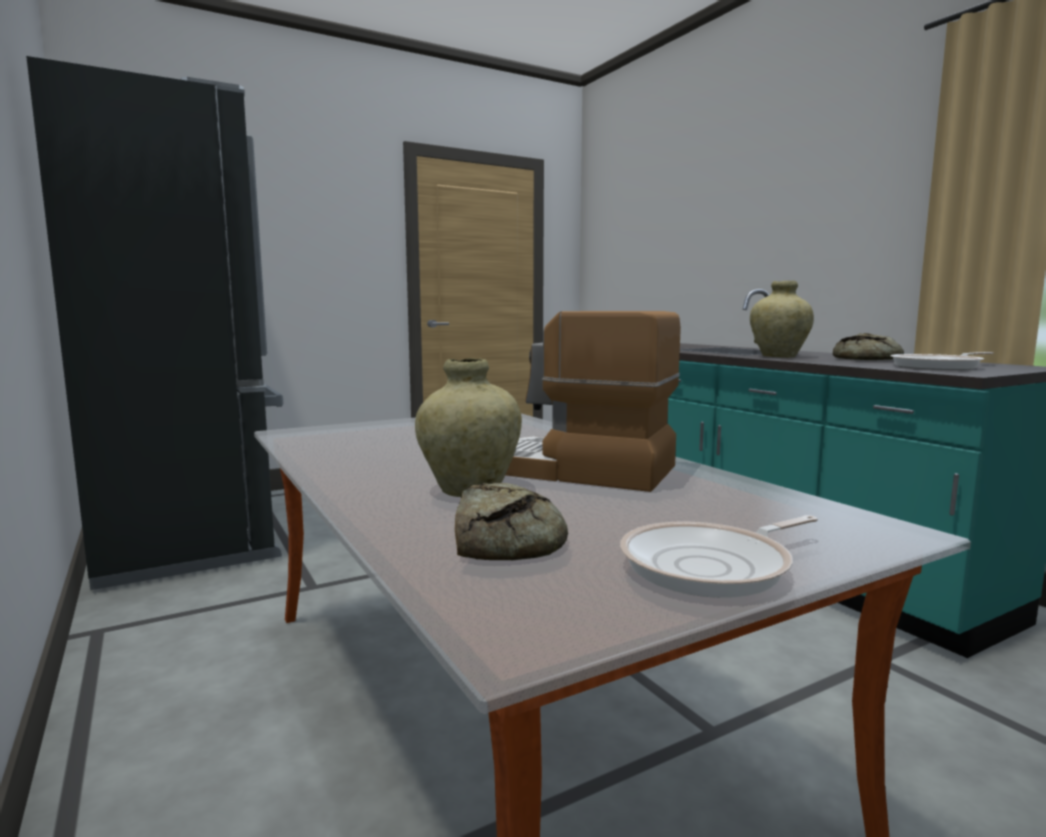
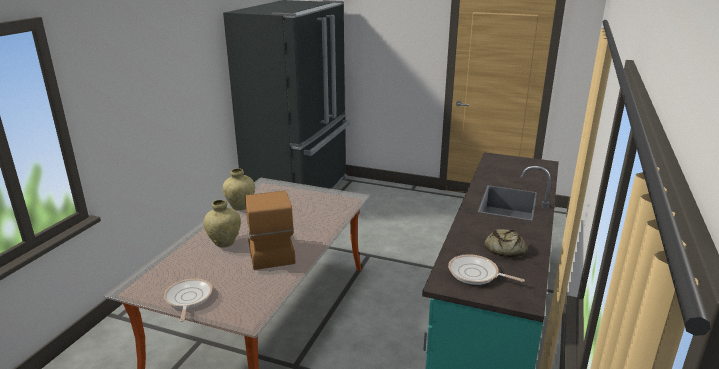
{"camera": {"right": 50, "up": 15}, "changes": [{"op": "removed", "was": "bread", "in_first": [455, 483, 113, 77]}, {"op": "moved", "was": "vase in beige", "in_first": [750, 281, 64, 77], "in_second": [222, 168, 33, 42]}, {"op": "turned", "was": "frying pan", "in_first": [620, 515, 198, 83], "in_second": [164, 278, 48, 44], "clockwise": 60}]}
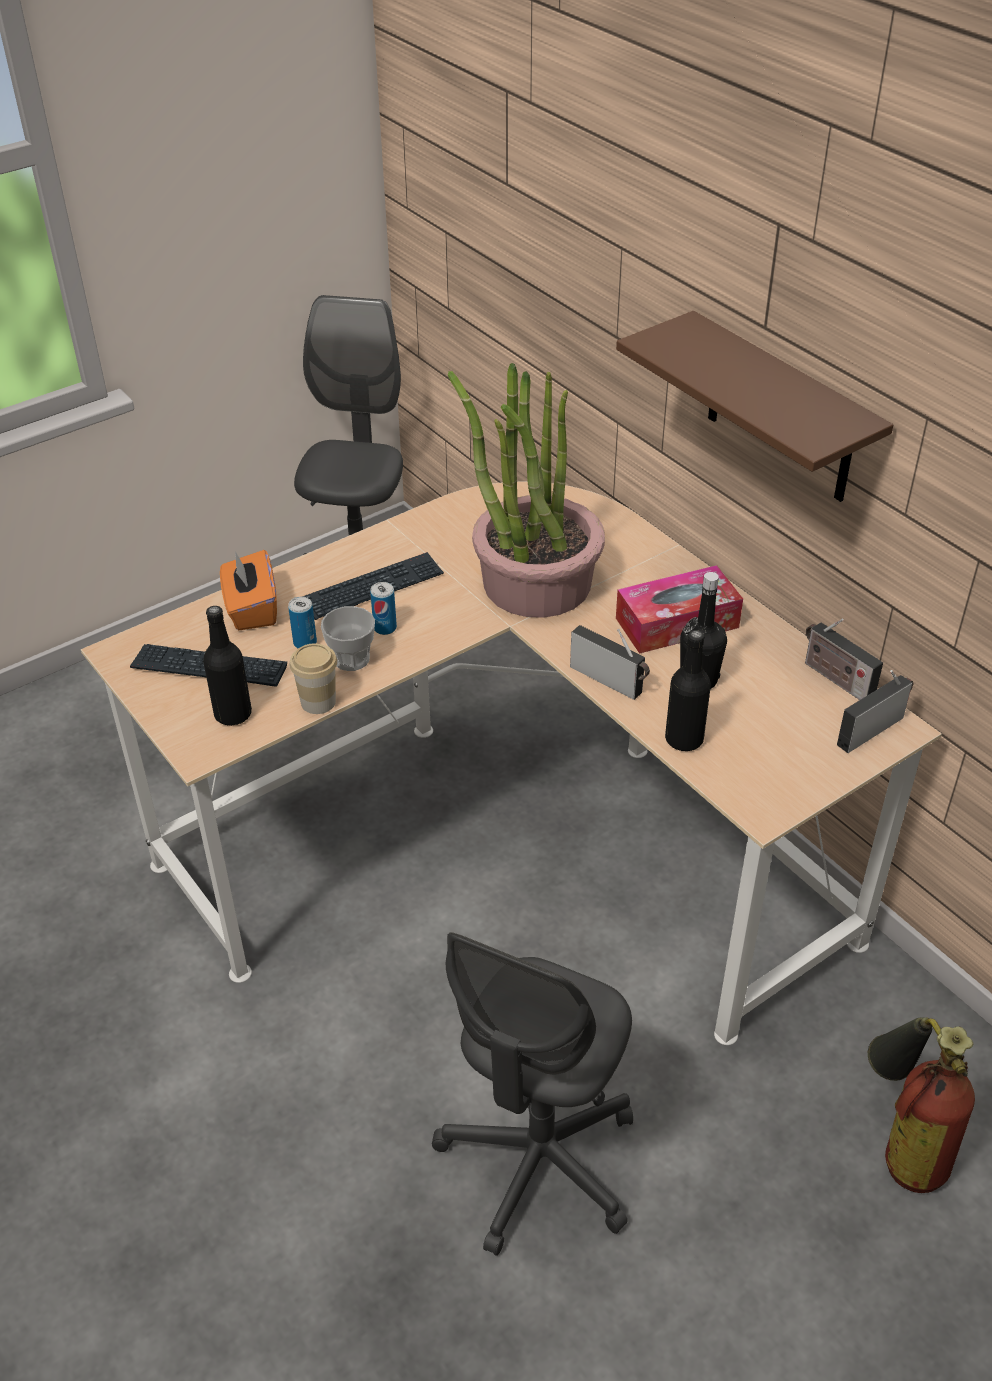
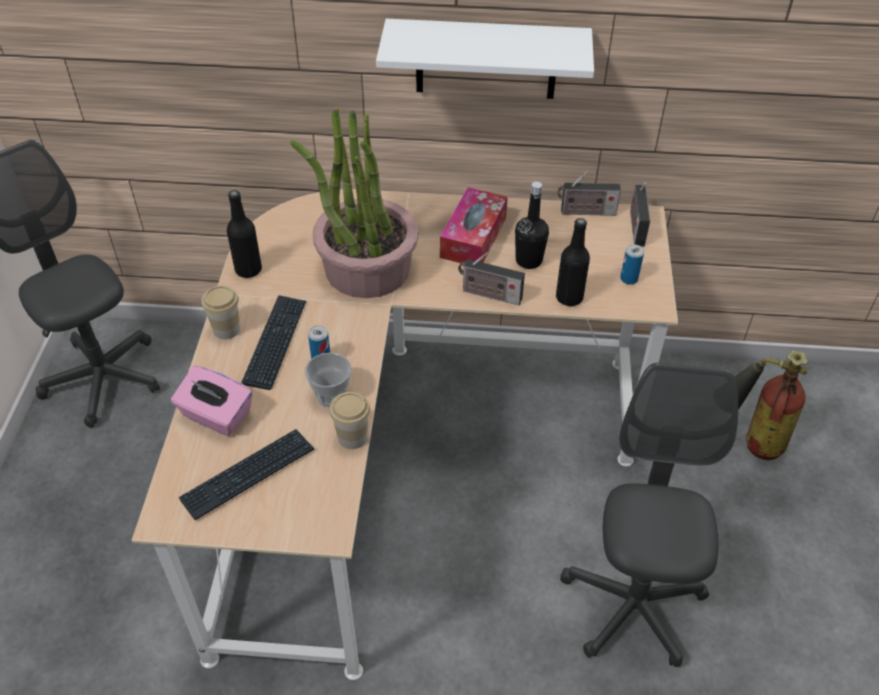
{"camera": {"right": -50, "up": 5}, "changes": [{"op": "added", "now": "cup", "in_second": [202, 286, 38, 53]}, {"op": "moved", "was": "bottle in black", "in_first": [203, 606, 49, 119], "in_second": [227, 190, 35, 88]}, {"op": "moved", "was": "can", "in_first": [288, 596, 29, 52], "in_second": [620, 244, 24, 41]}, {"op": "recoloured", "was": "tissue box in orange", "now": "tissue box in pink", "in_first": [220, 550, 57, 80], "in_second": [171, 366, 81, 70]}, {"op": "recoloured", "was": "shelf in brown", "now": "shelf in white", "in_first": [616, 311, 277, 191], "in_second": [376, 19, 218, 80]}, {"op": "turned", "was": "office chair in grey", "in_first": [432, 932, 201, 324], "in_second": [560, 363, 178, 304], "clockwise": -150}, {"op": "turned", "was": "radio", "in_first": [570, 625, 80, 75], "in_second": [458, 252, 67, 53], "clockwise": -150}]}
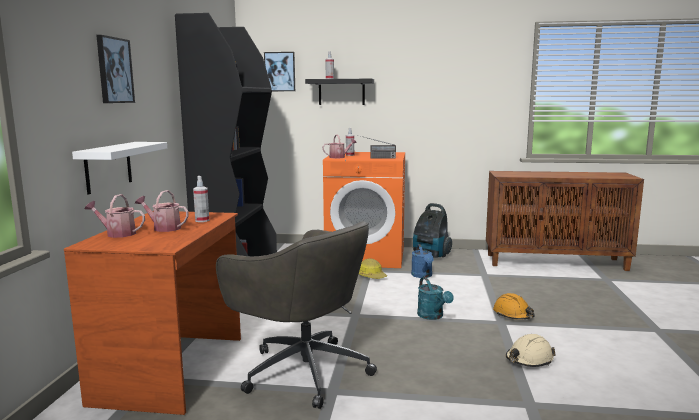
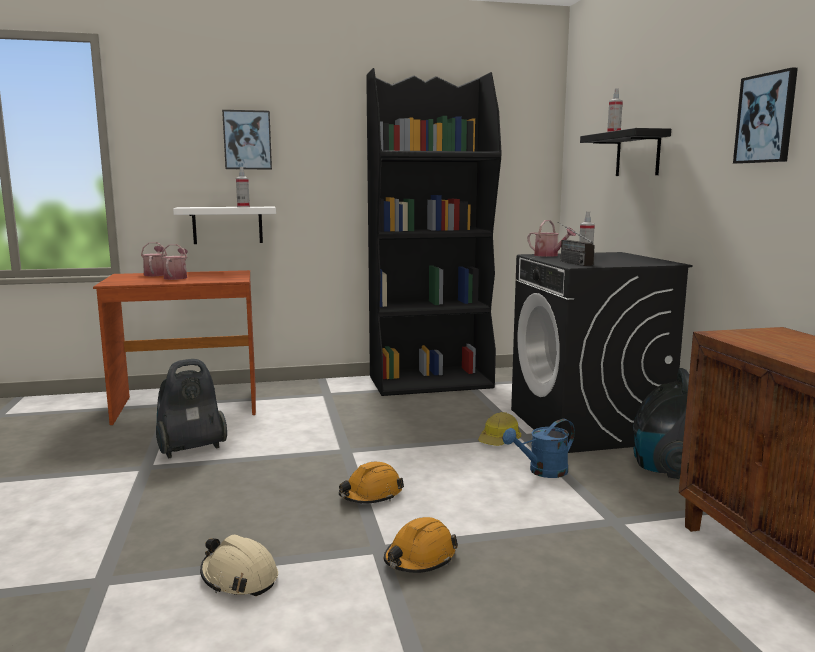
{"camera": {"right": 70, "up": 0}, "changes": [{"op": "moved", "was": "spray bottle", "in_first": [193, 176, 16, 46], "in_second": [236, 167, 14, 40]}, {"op": "moved", "was": "picture", "in_first": [264, 52, 31, 39], "in_second": [733, 67, 65, 97]}, {"op": "replaced", "was": "office chair in grey", "now": "vacuum cleaner", "in_first": [216, 221, 161, 188], "in_second": [156, 359, 71, 99]}, {"op": "replaced", "was": "watering can in turquoise", "now": "hard hat in orange", "in_first": [417, 277, 37, 43], "in_second": [339, 462, 65, 41]}, {"op": "recoloured", "was": "washing machine in orange", "now": "washing machine in black", "in_first": [323, 152, 82, 116], "in_second": [511, 252, 181, 201]}]}
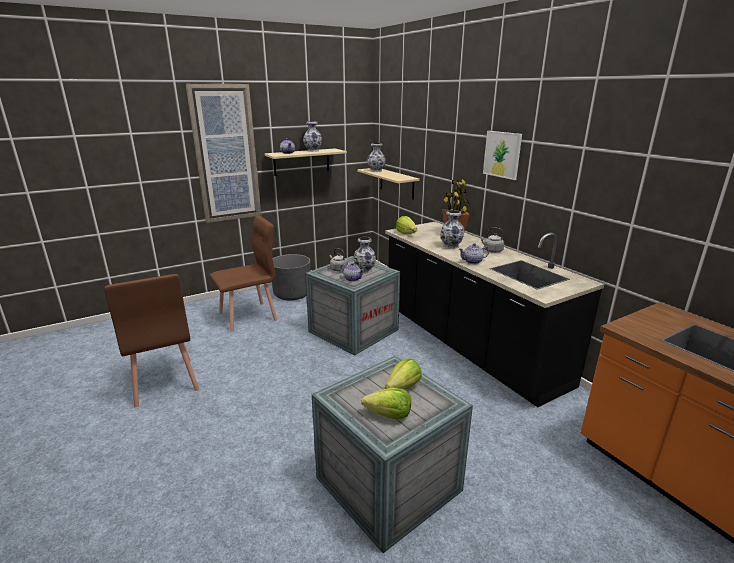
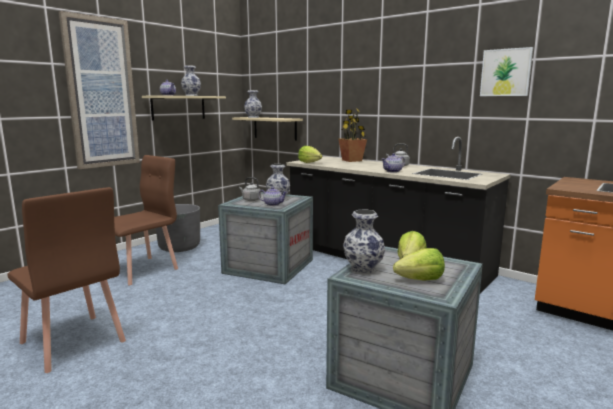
{"camera": {"right": -20, "up": -10}, "changes": [{"op": "moved", "was": "vase", "in_first": [440, 210, 24, 39], "in_second": [343, 210, 42, 65]}, {"op": "moved", "was": "picture", "in_first": [483, 131, 39, 49], "in_second": [480, 47, 53, 49]}]}
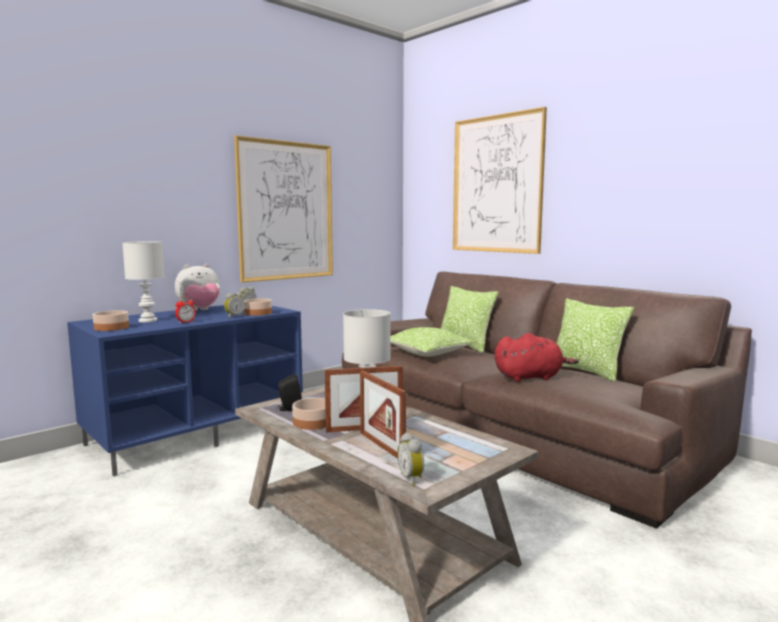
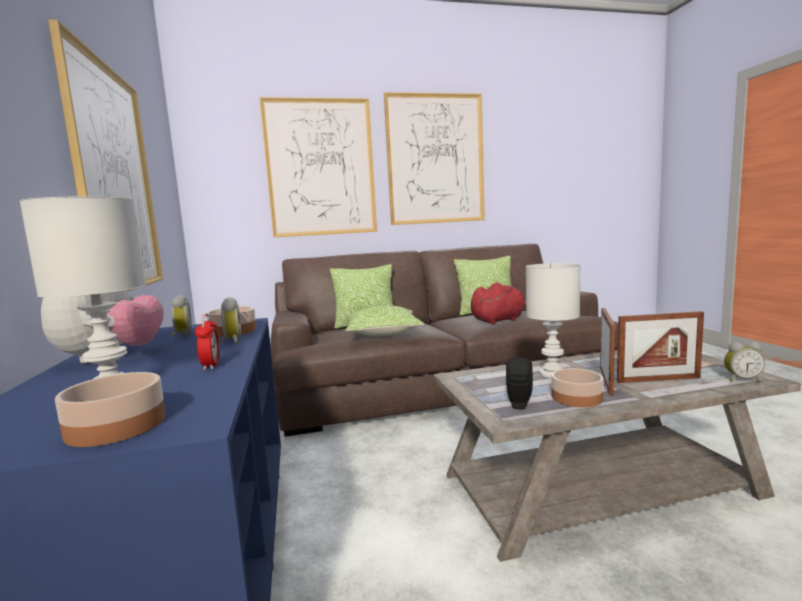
{"camera": {"right": -60, "up": 0}, "changes": [{"op": "added", "now": "picture", "in_second": [384, 92, 101, 133]}, {"op": "turned", "was": "plush toy in red", "in_first": [495, 333, 84, 49], "in_second": [471, 283, 55, 41], "clockwise": 45}]}
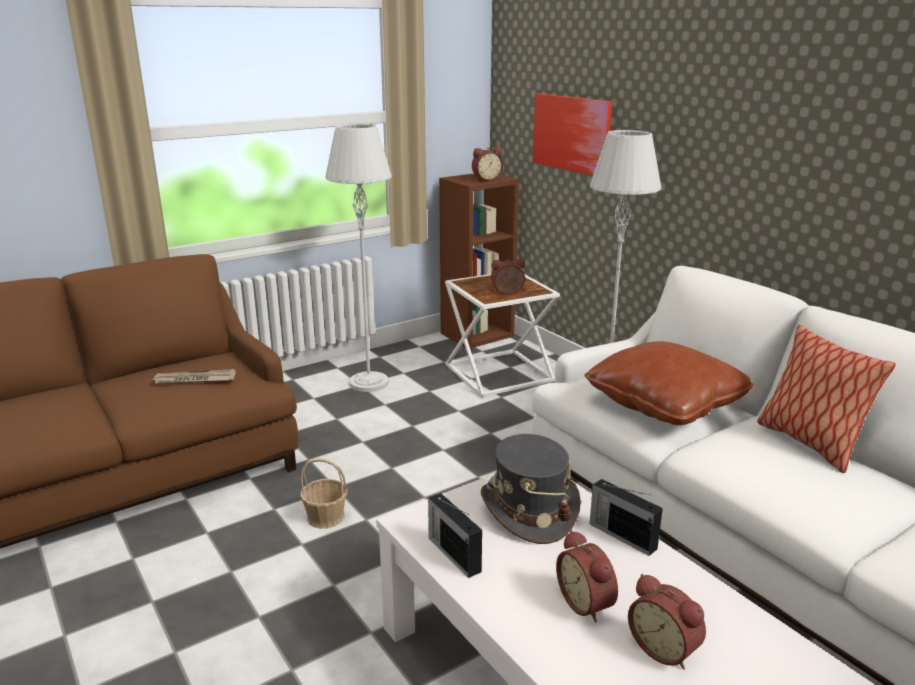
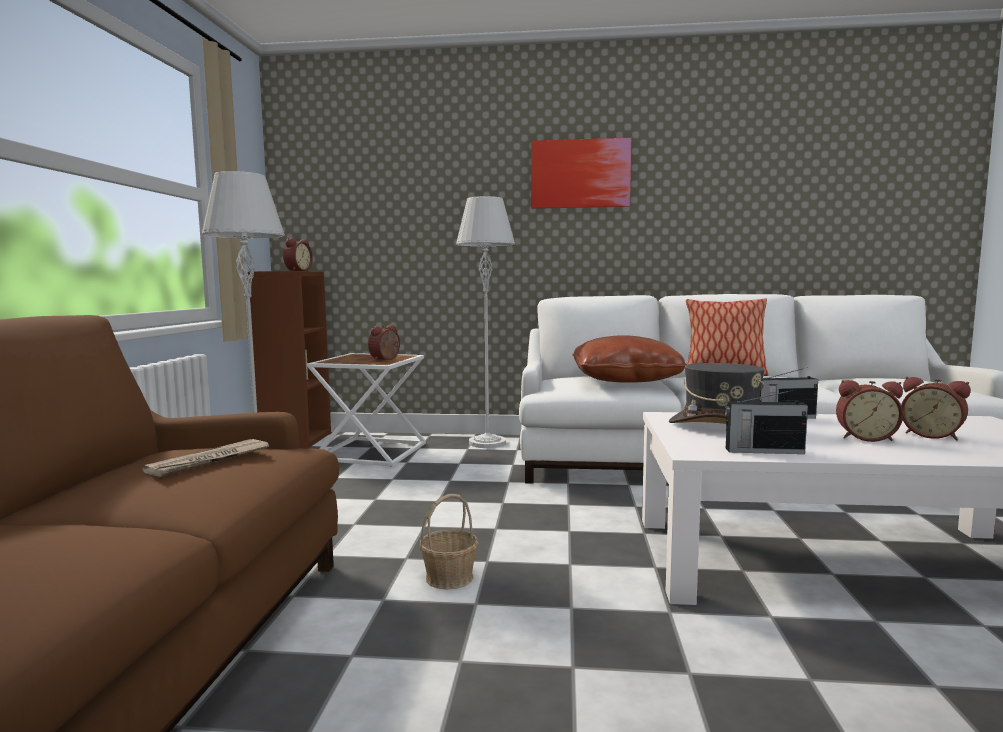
{"camera": {"right": -50, "up": -15}, "changes": [{"op": "moved", "was": "picture", "in_first": [533, 93, 79, 83], "in_second": [531, 138, 100, 71]}, {"op": "turned", "was": "alarm clock", "in_first": [628, 574, 78, 95], "in_second": [901, 377, 69, 63], "clockwise": 45}]}
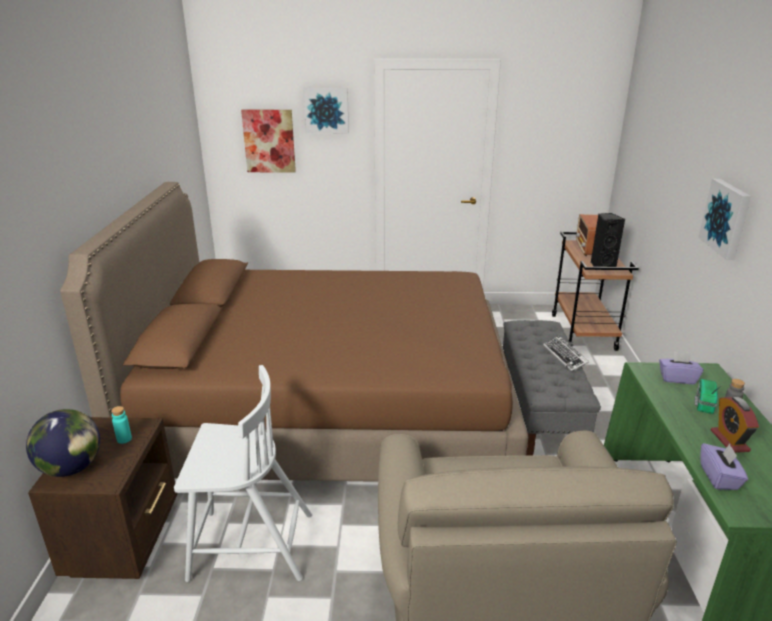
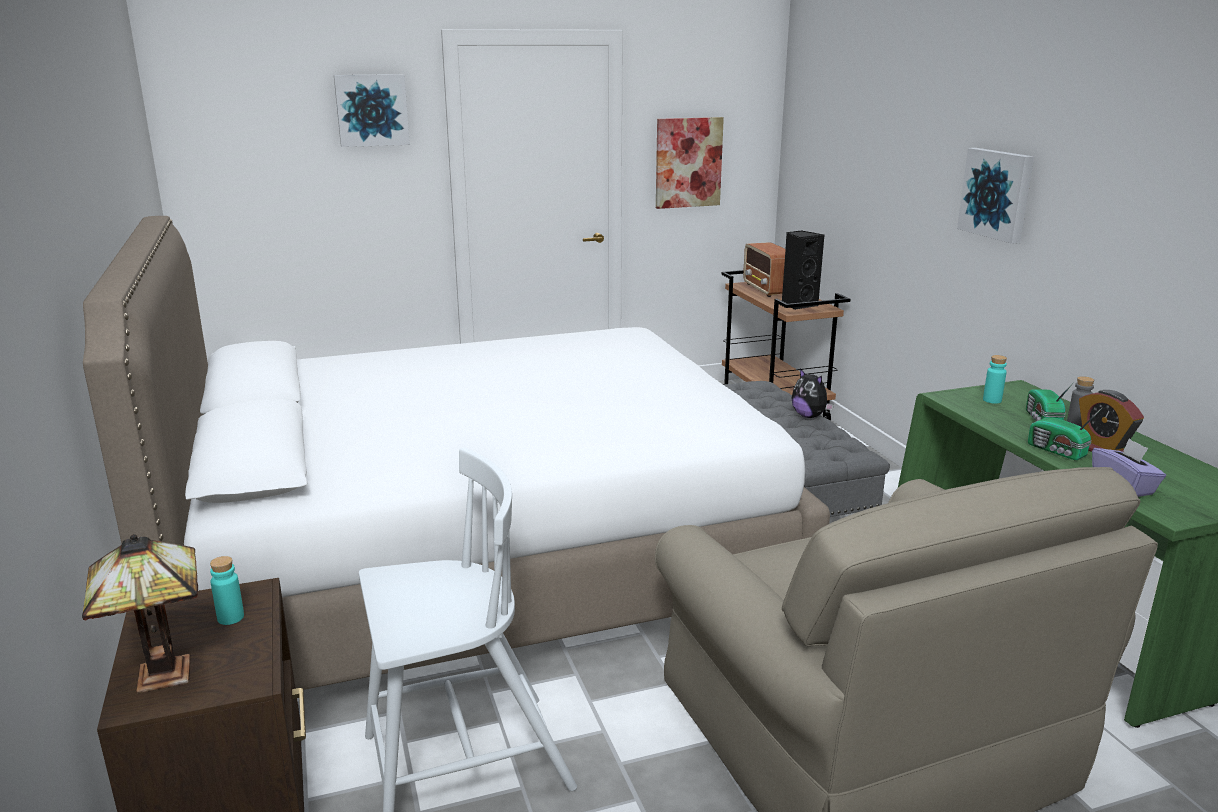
{"camera": {"right": -20, "up": -5}, "changes": [{"op": "added", "now": "radio", "in_second": [1028, 407, 75, 53]}, {"op": "moved", "was": "picture", "in_first": [241, 110, 55, 63], "in_second": [656, 117, 68, 92]}, {"op": "replaced", "was": "globe", "now": "table lamp", "in_first": [26, 409, 74, 68], "in_second": [82, 534, 116, 159]}, {"op": "replaced", "was": "keyboard", "now": "plush toy", "in_first": [543, 336, 46, 36], "in_second": [792, 368, 42, 50]}, {"op": "replaced", "was": "tissue box in purple", "now": "bottle in turquoise", "in_first": [659, 351, 44, 33], "in_second": [983, 355, 24, 49]}, {"op": "recoloured", "was": "bed in brown", "now": "bed in white", "in_first": [60, 182, 468, 300], "in_second": [83, 216, 747, 474]}]}
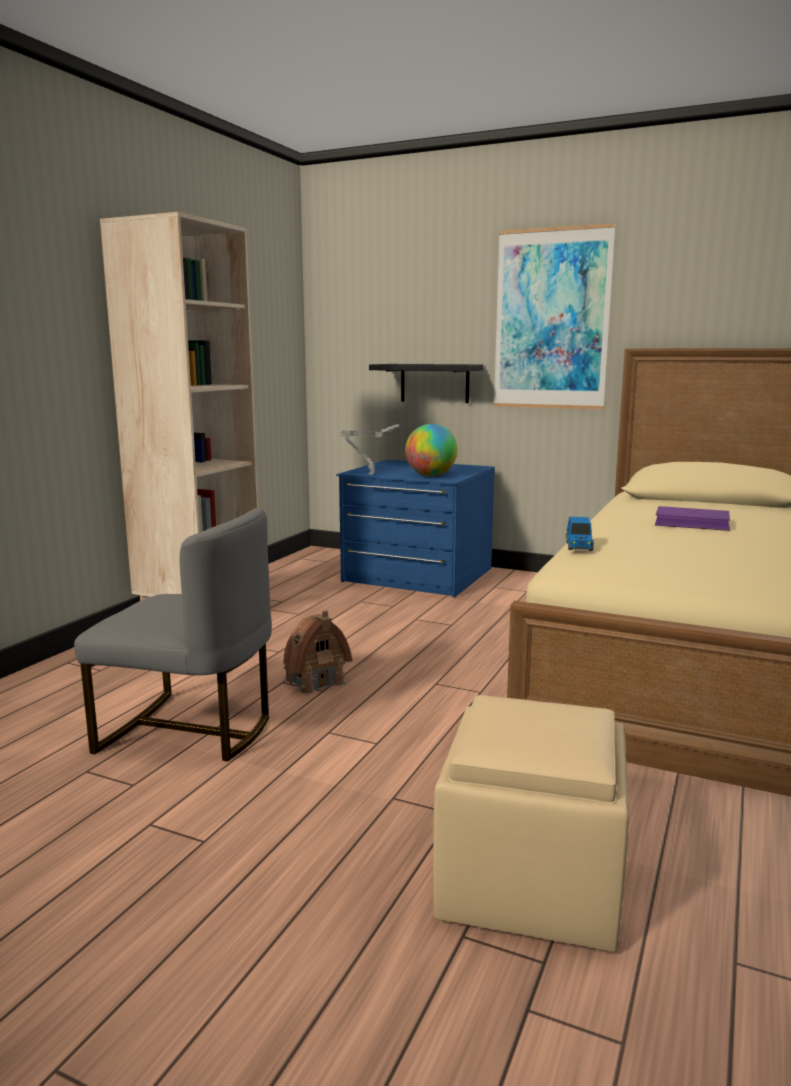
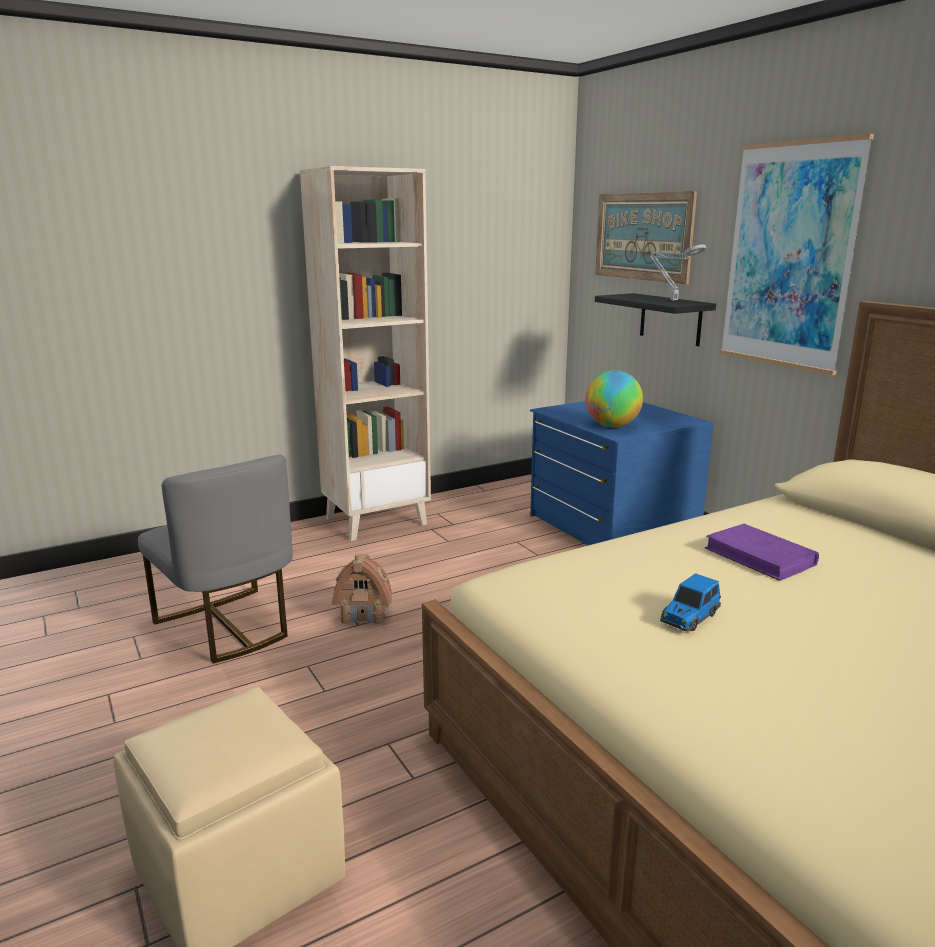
{"camera": {"right": 35, "up": 5}, "changes": [{"op": "added", "now": "picture", "in_second": [595, 191, 102, 93]}, {"op": "moved", "was": "table lamp in grey", "in_first": [340, 424, 60, 51], "in_second": [650, 244, 56, 57]}, {"op": "moved", "was": "toy car", "in_first": [566, 517, 28, 34], "in_second": [660, 573, 61, 58]}]}
